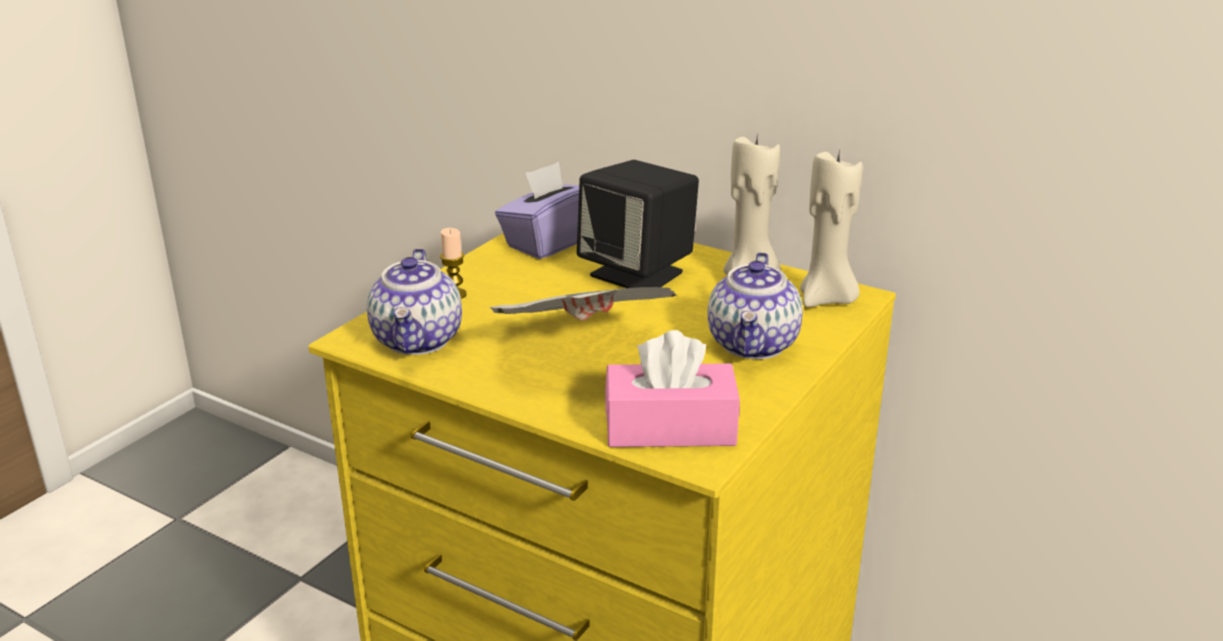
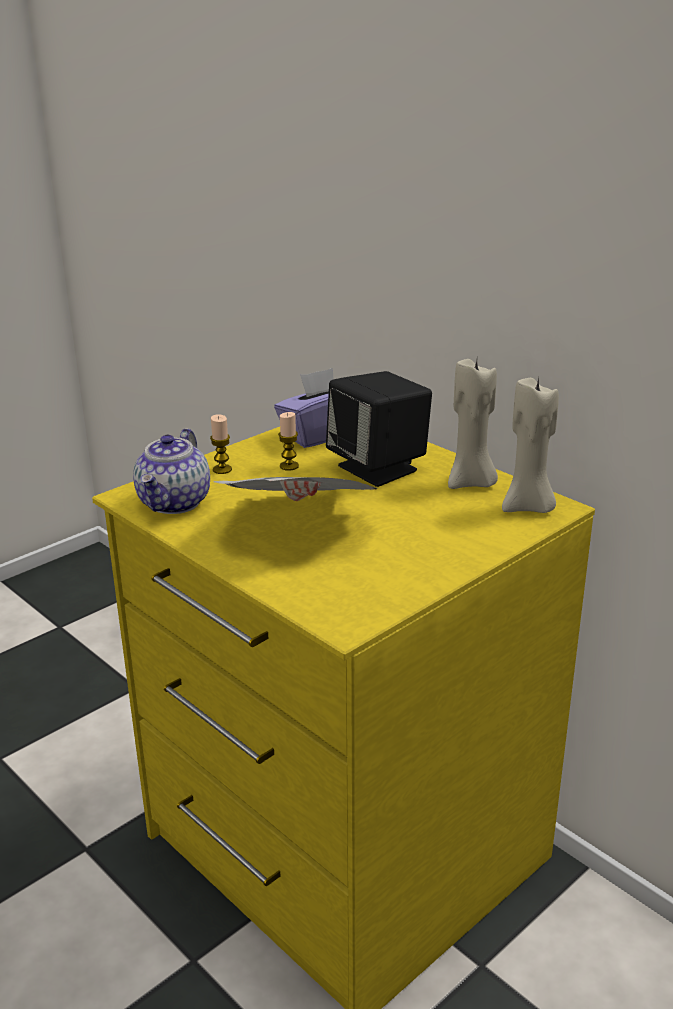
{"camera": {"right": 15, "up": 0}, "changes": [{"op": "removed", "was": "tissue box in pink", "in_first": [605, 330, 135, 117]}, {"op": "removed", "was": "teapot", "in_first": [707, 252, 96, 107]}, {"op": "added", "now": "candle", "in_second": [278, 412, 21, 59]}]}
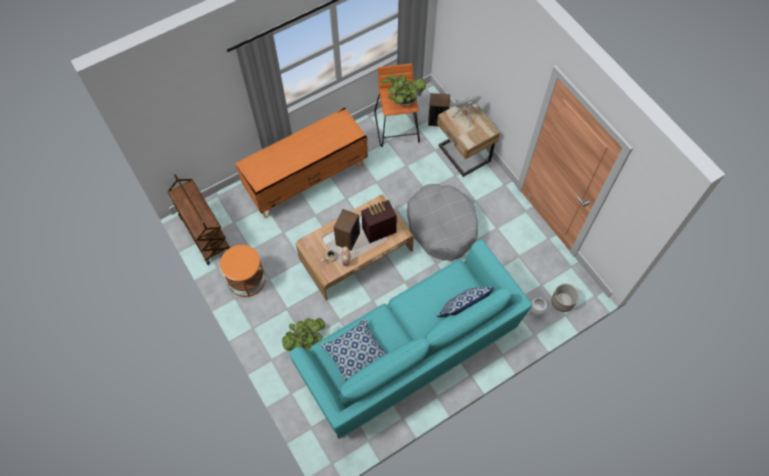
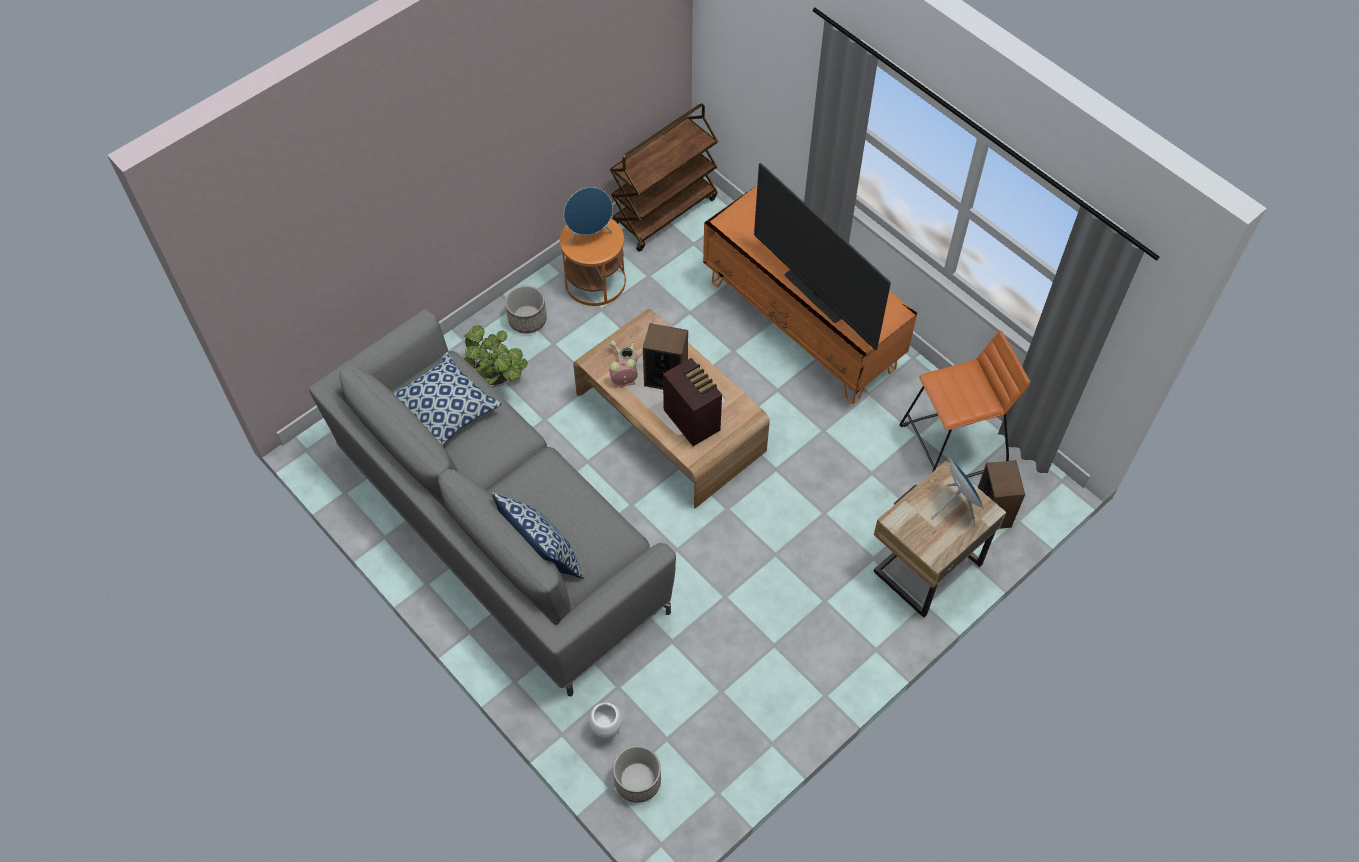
{"camera": {"right": 80, "up": -5}, "changes": [{"op": "removed", "was": "potted plant", "in_first": [382, 74, 44, 32]}, {"op": "removed", "was": "dog bed in grey", "in_first": [407, 184, 71, 77]}, {"op": "added", "now": "planter", "in_second": [505, 285, 42, 49]}, {"op": "added", "now": "speaker in blue", "in_second": [564, 187, 49, 59]}, {"op": "added", "now": "television", "in_second": [754, 163, 137, 187]}, {"op": "recoloured", "was": "sofa in turquoise", "now": "sofa in grey", "in_first": [289, 240, 243, 199], "in_second": [309, 309, 367, 387]}]}
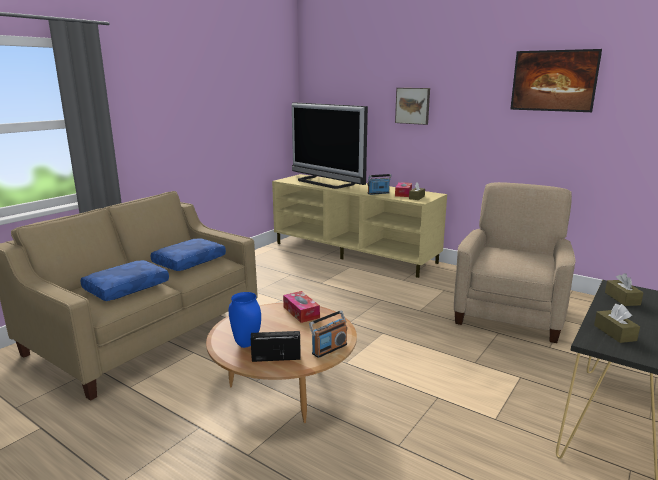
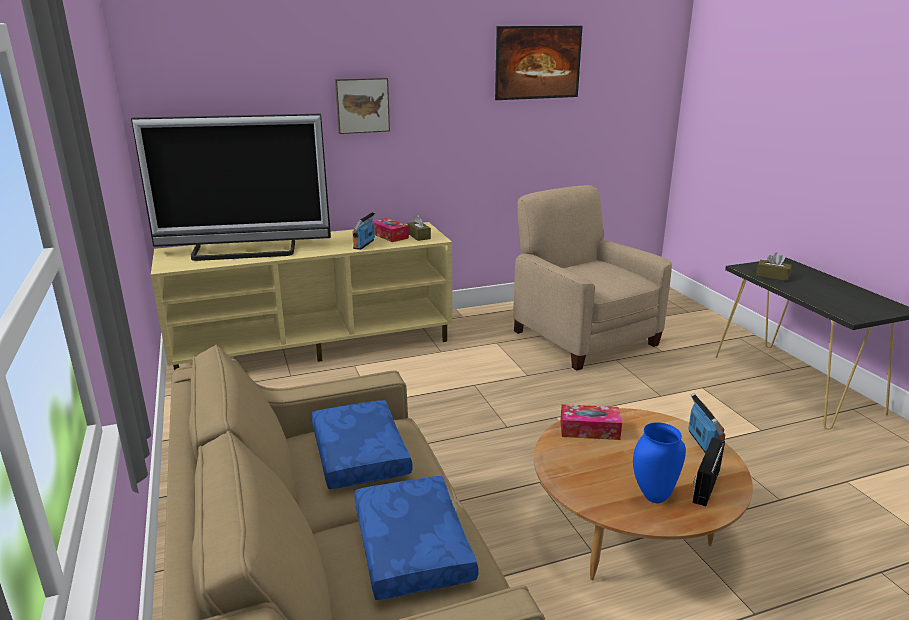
{"camera": {"right": -55, "up": 5}, "changes": [{"op": "removed", "was": "tissue box in brown", "in_first": [594, 304, 46, 39]}]}
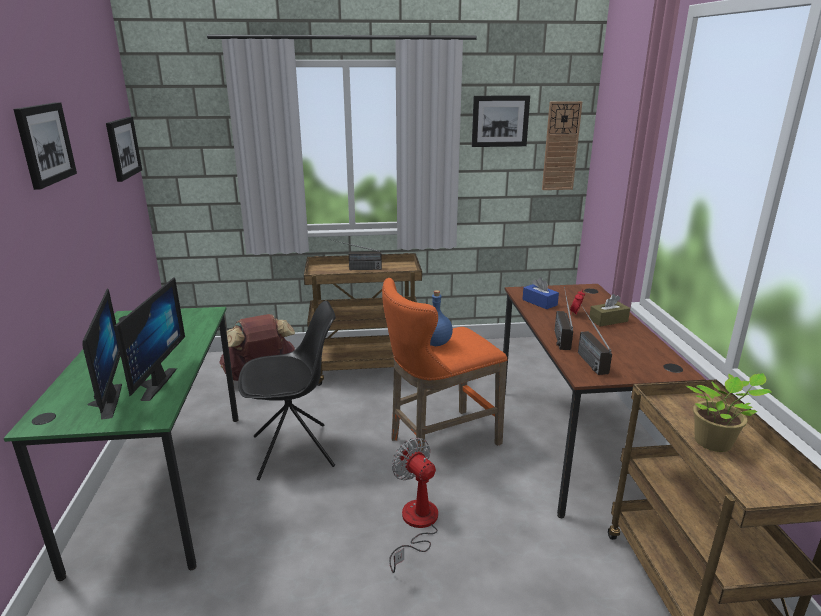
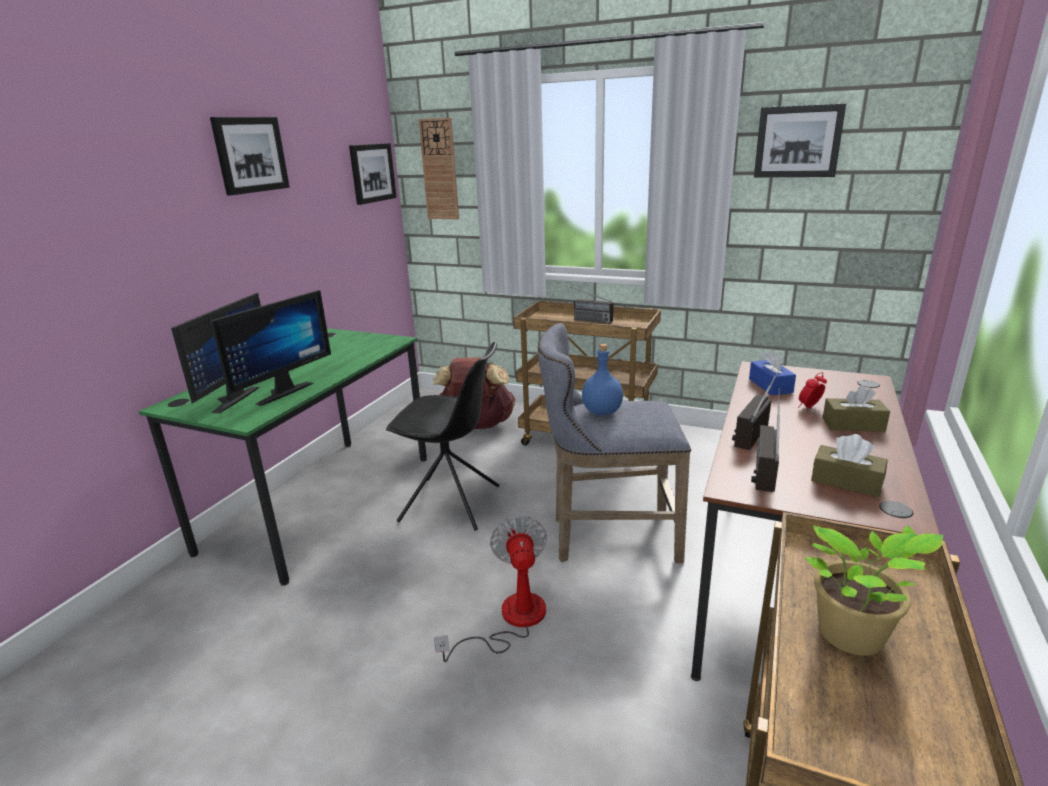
{"camera": {"right": 30, "up": 0}, "changes": [{"op": "added", "now": "tissue box in brown", "in_second": [811, 434, 77, 63]}, {"op": "moved", "was": "wall clock", "in_first": [542, 101, 40, 89], "in_second": [418, 118, 41, 101]}, {"op": "recoloured", "was": "stool in orange", "now": "stool in grey", "in_first": [382, 278, 126, 173], "in_second": [538, 323, 153, 240]}]}
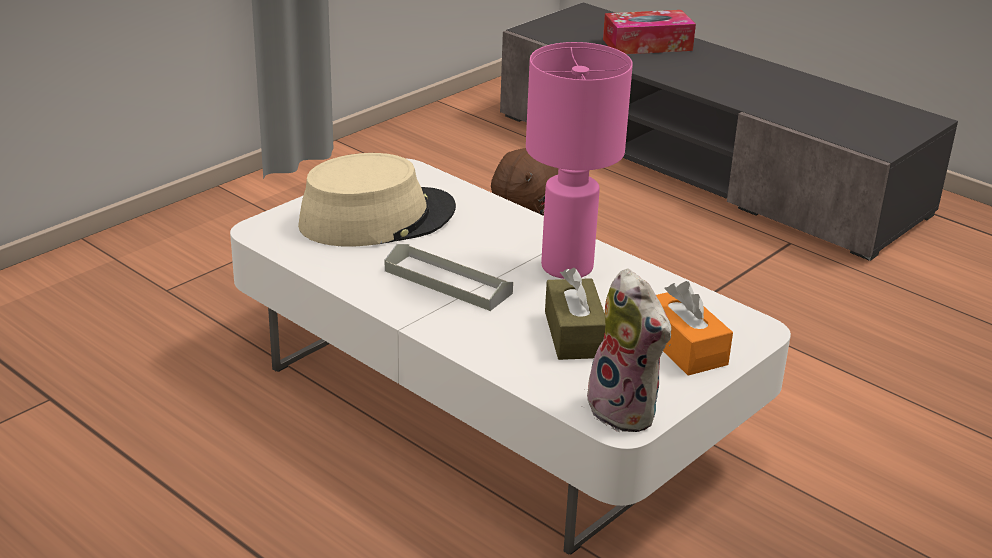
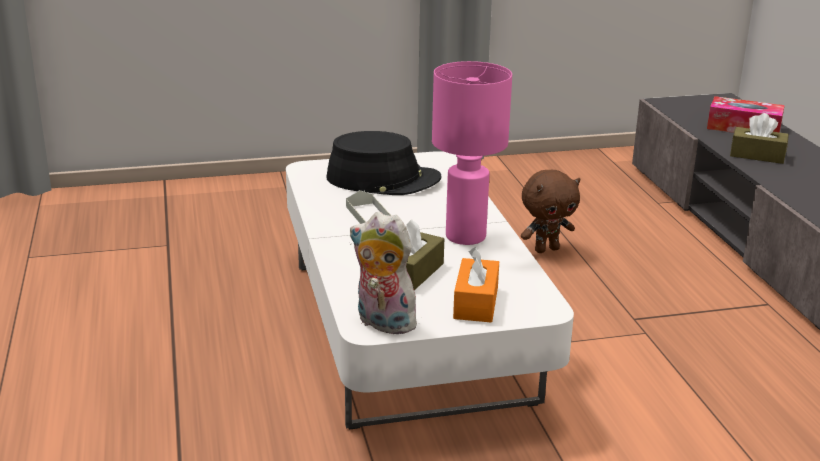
{"camera": {"right": 35, "up": -5}, "changes": [{"op": "added", "now": "tissue box in brown", "in_second": [730, 113, 59, 51]}, {"op": "recoloured", "was": "hat in beige", "now": "hat in black", "in_first": [298, 153, 158, 94], "in_second": [326, 131, 116, 64]}, {"op": "turned", "was": "plush toy", "in_first": [583, 269, 89, 163], "in_second": [350, 212, 74, 122], "clockwise": 120}]}
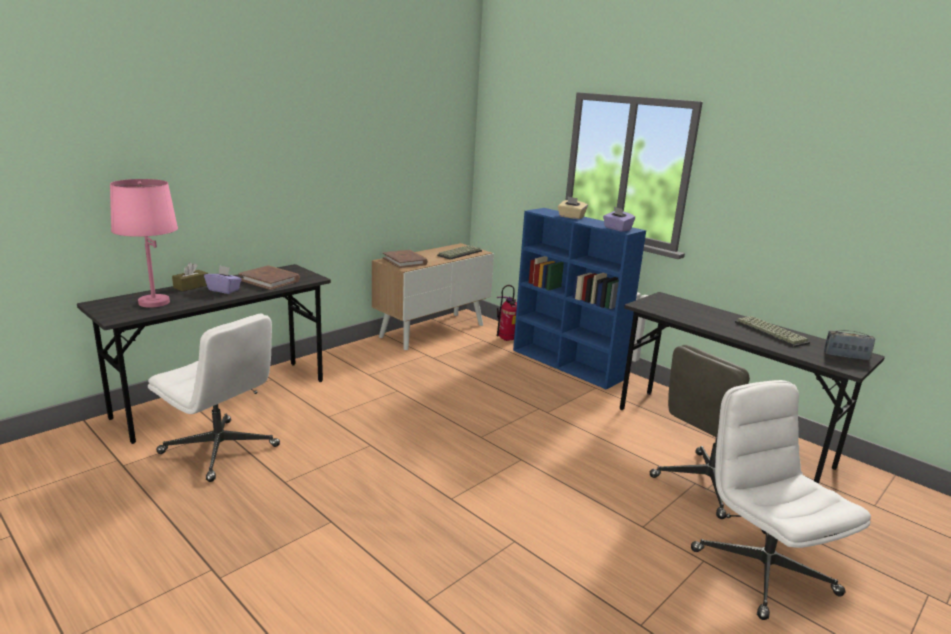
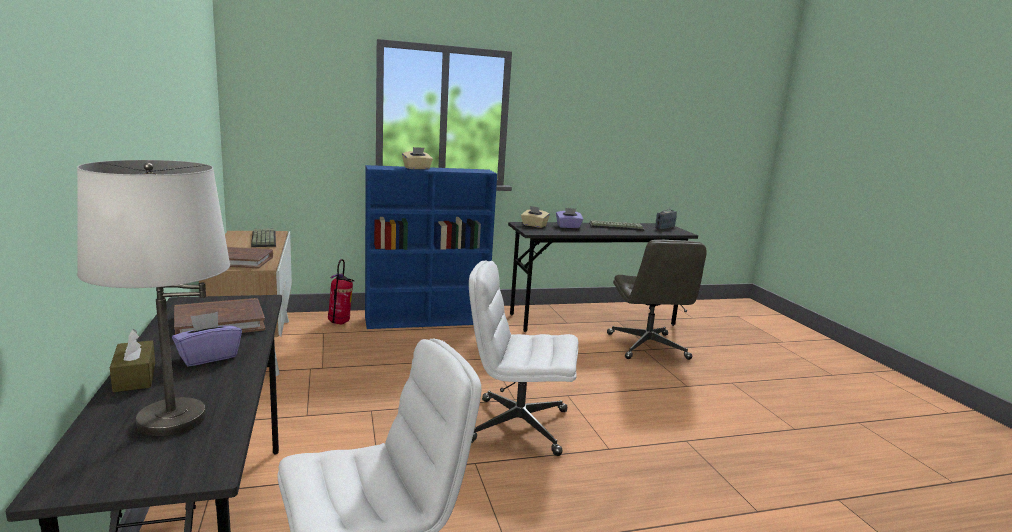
{"camera": {"right": -60, "up": -5}, "changes": [{"op": "added", "now": "tissue box in beige", "in_second": [521, 206, 29, 22]}, {"op": "moved", "was": "tissue box in purple", "in_first": [603, 207, 32, 25], "in_second": [556, 208, 27, 20]}, {"op": "moved", "was": "office chair in white", "in_first": [691, 380, 180, 240], "in_second": [469, 261, 109, 195]}, {"op": "recoloured", "was": "table lamp in pink", "now": "table lamp in white", "in_first": [110, 179, 68, 129], "in_second": [77, 160, 153, 276]}]}
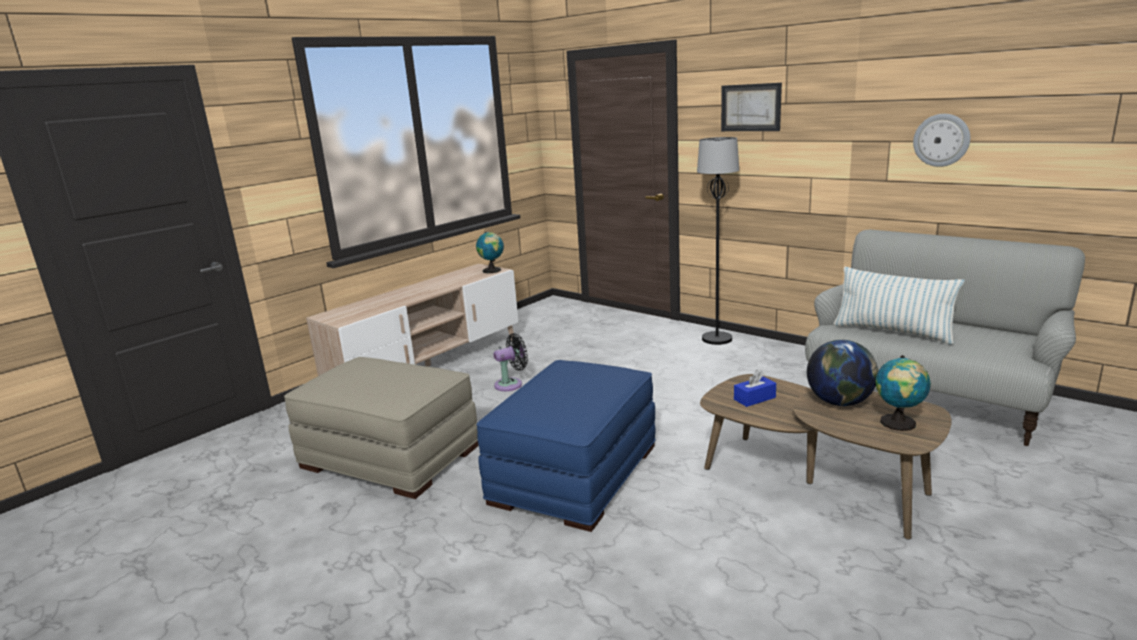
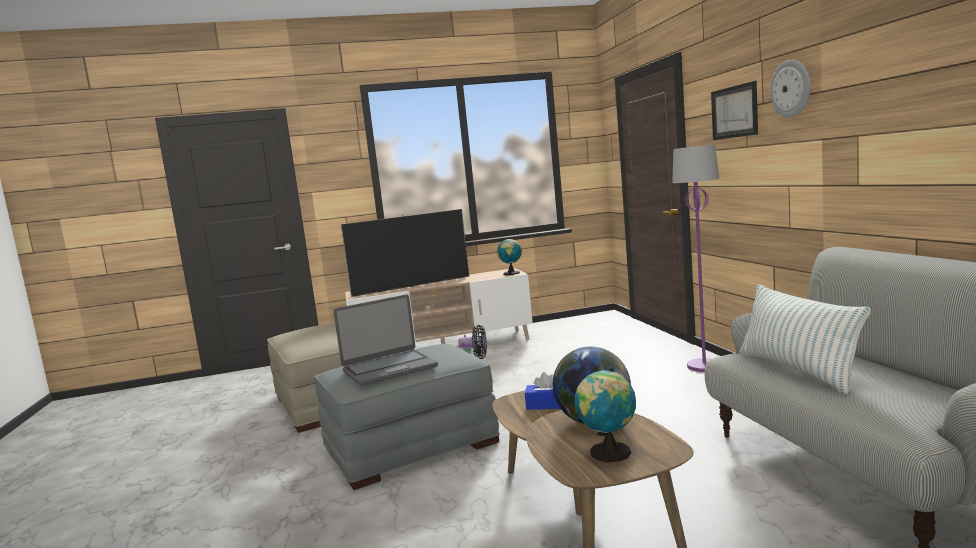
{"camera": {"right": 35, "up": -10}, "changes": [{"op": "added", "now": "laptop", "in_second": [333, 295, 105, 91]}, {"op": "added", "now": "television", "in_second": [341, 209, 128, 88]}, {"op": "moved", "was": "wall clock", "in_first": [913, 114, 57, 53], "in_second": [770, 60, 40, 58]}, {"op": "recoloured", "was": "ottoman in blue", "now": "ottoman in grey", "in_first": [477, 360, 179, 172], "in_second": [314, 344, 186, 146]}, {"op": "recoloured", "was": "floor lamp in black", "now": "floor lamp in purple", "in_first": [697, 137, 42, 208], "in_second": [672, 145, 47, 227]}]}
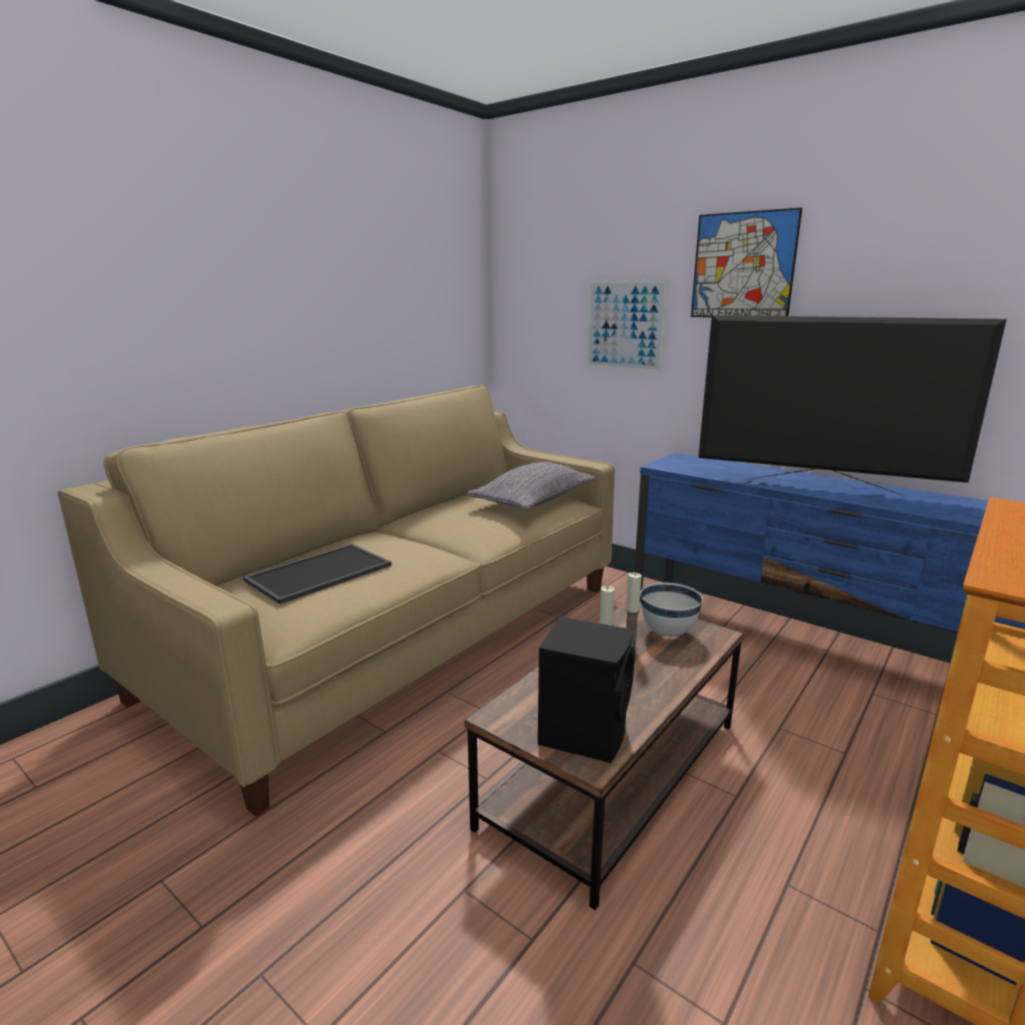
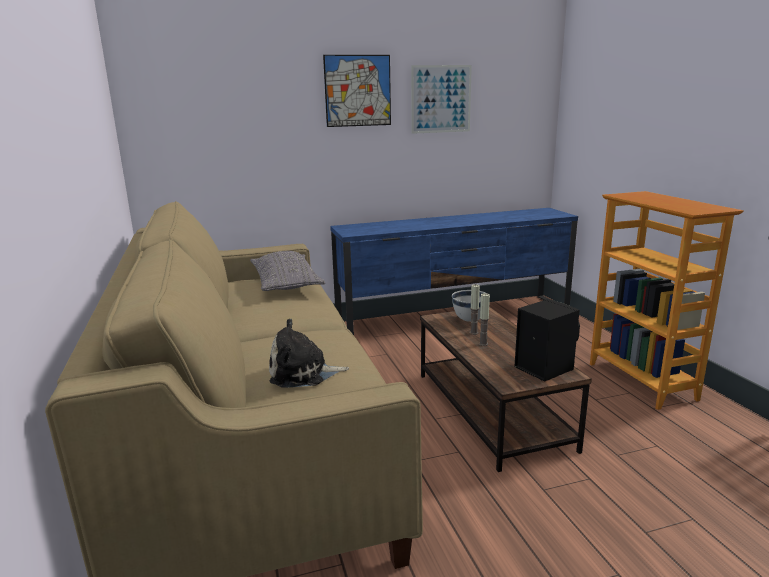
{"camera": {"right": -55, "up": 0}, "changes": [{"op": "removed", "was": "television", "in_first": [698, 315, 309, 182]}, {"op": "moved", "was": "picture", "in_first": [586, 280, 82, 93], "in_second": [411, 65, 61, 69]}, {"op": "replaced", "was": "tray", "now": "plush toy", "in_first": [243, 544, 149, 60], "in_second": [269, 319, 80, 69]}]}
